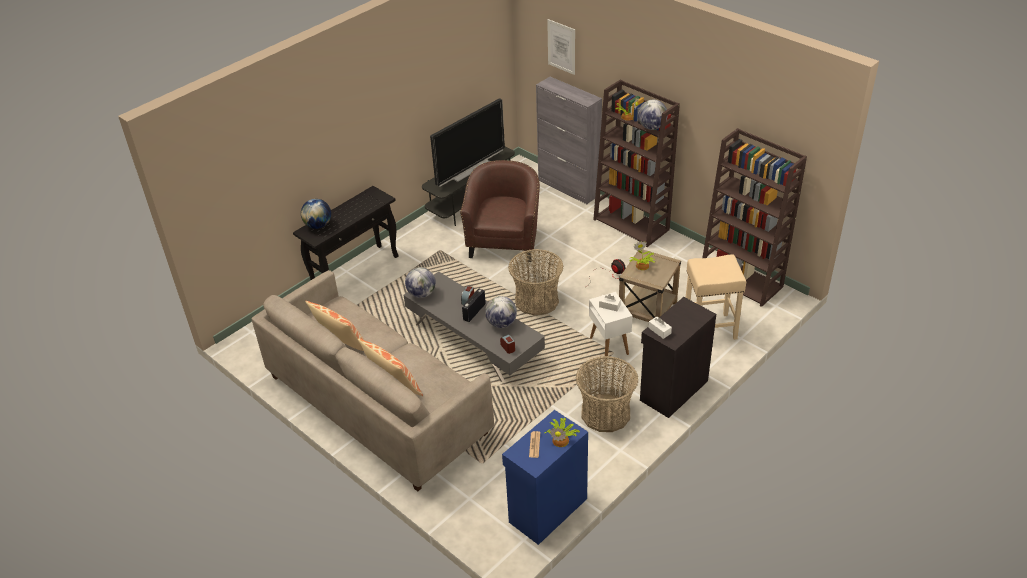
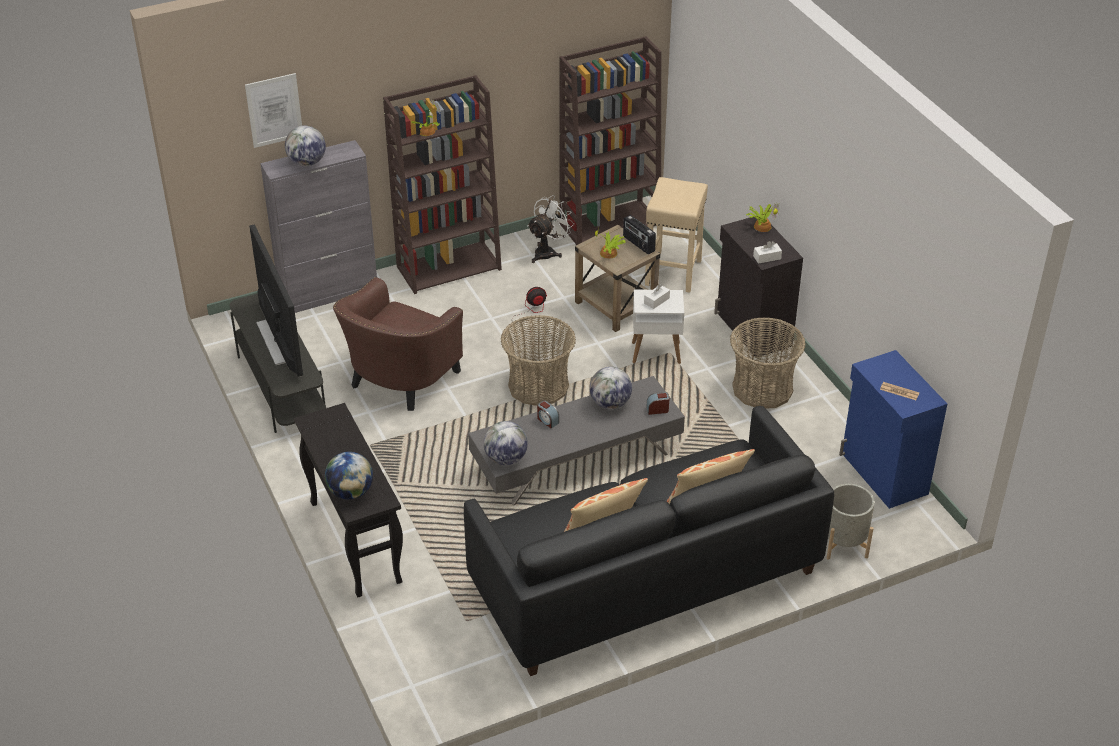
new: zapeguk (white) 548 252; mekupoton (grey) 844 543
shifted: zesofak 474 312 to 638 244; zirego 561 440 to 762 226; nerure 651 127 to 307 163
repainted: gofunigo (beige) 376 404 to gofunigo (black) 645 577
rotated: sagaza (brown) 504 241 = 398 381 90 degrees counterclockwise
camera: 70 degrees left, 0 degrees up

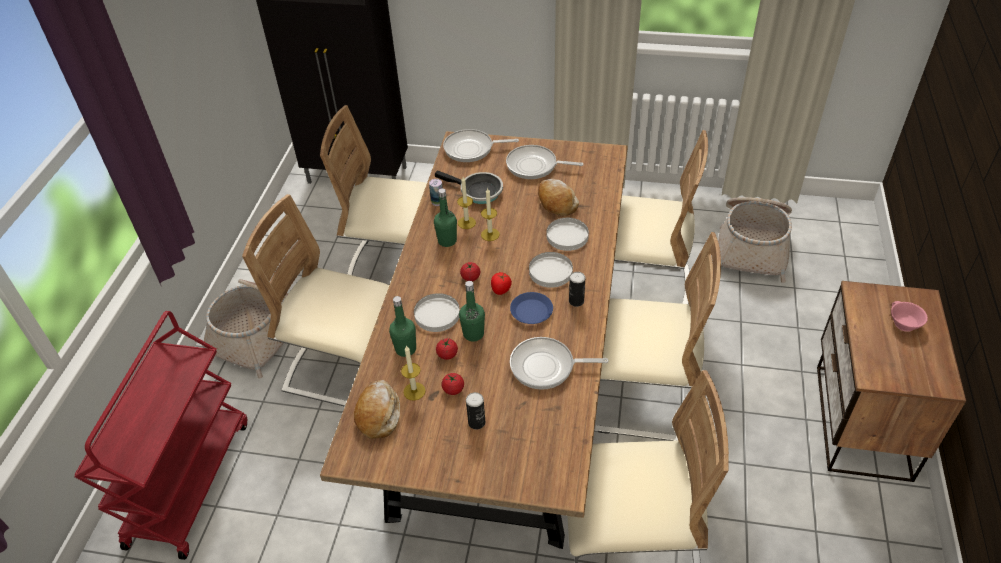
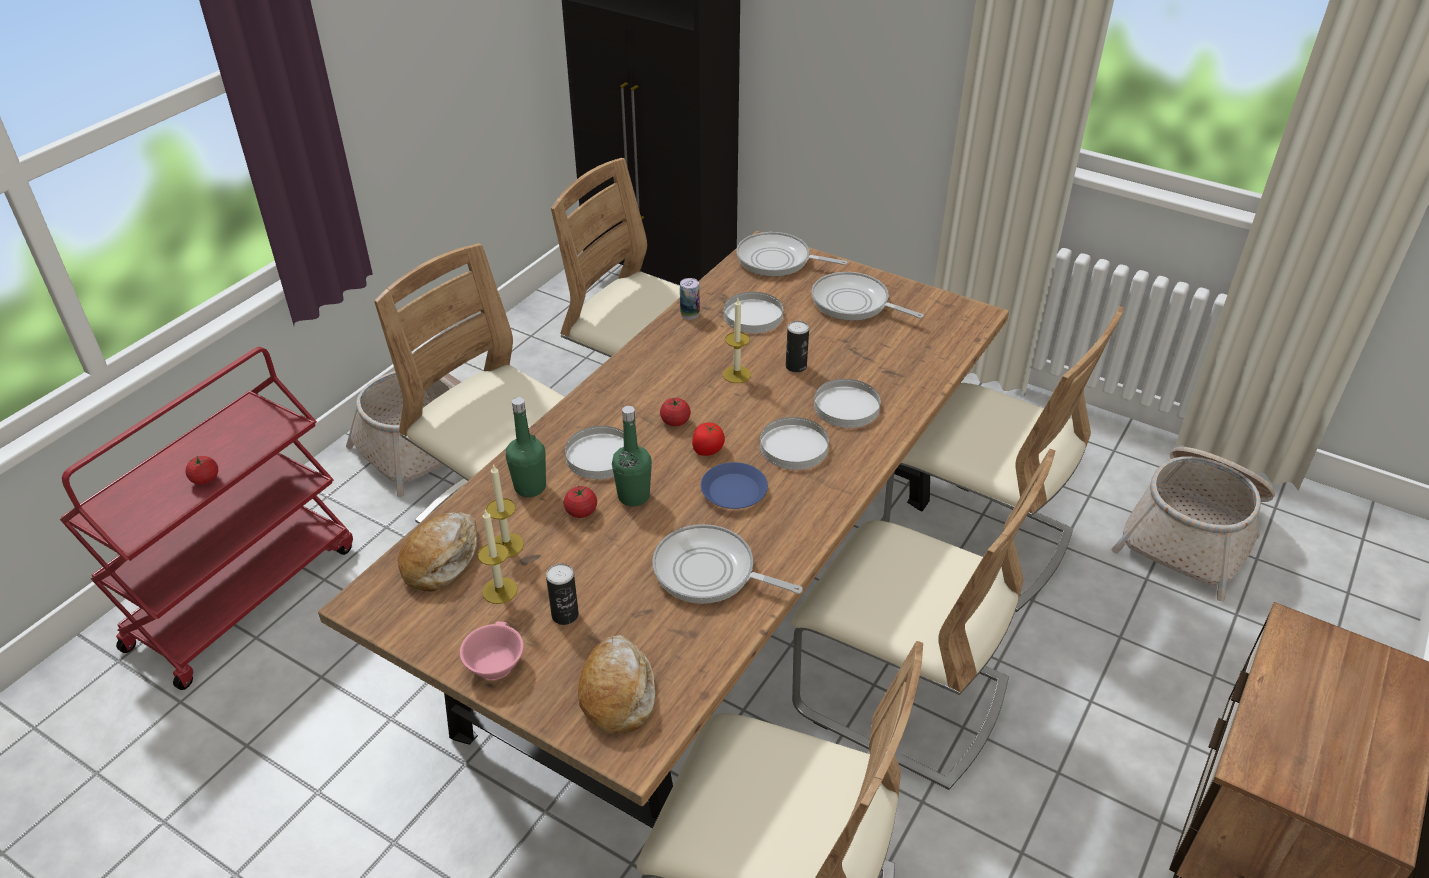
gone: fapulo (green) 447 241
shifted: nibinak 453 389 to 205 479; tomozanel 466 223 to 500 590; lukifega 556 202 to 617 693; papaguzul 576 301 to 796 366; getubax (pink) 902 323 to 493 663
swapped: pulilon 478 192 to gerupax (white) 753 316
camera: 20 degrees right, 5 degrees down

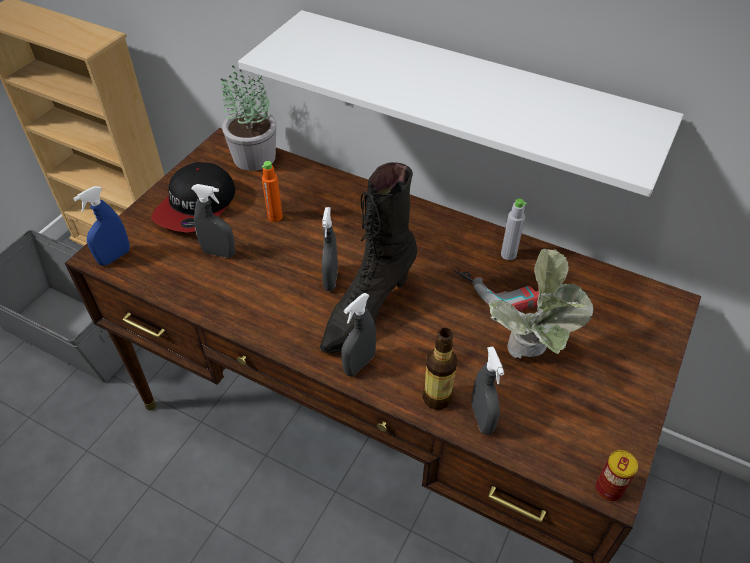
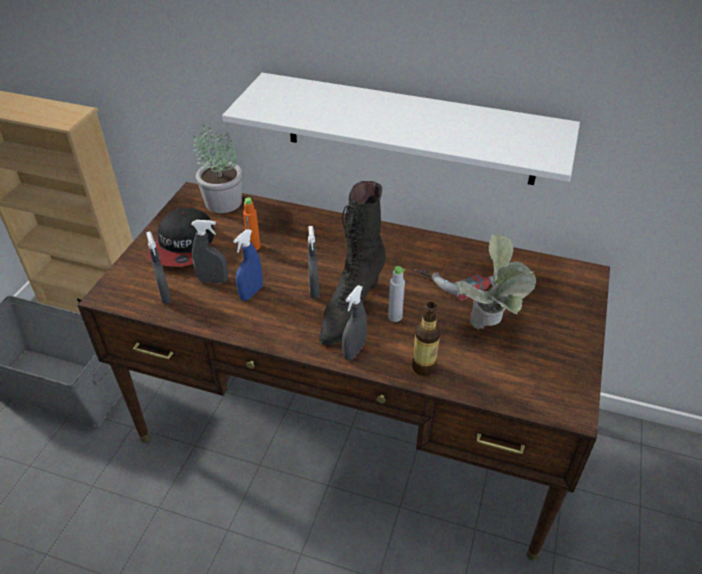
gone: papaguzul 608 489
shifted: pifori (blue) 114 257 to 251 293; pifori (grey) 482 418 to 165 295; fapulo (grey) 508 254 to 395 316
camera: 10 degrees left, 5 degrees down

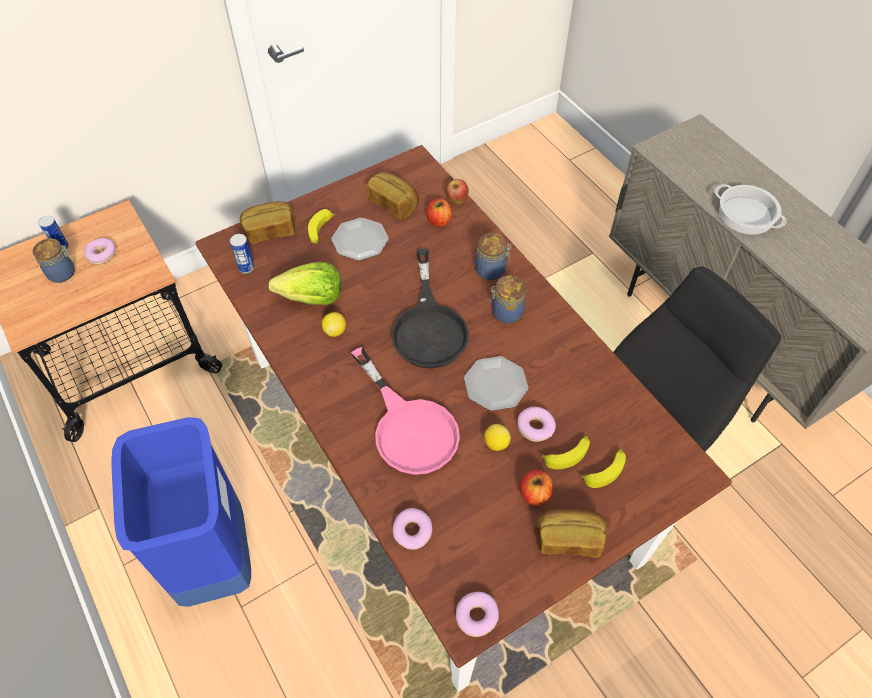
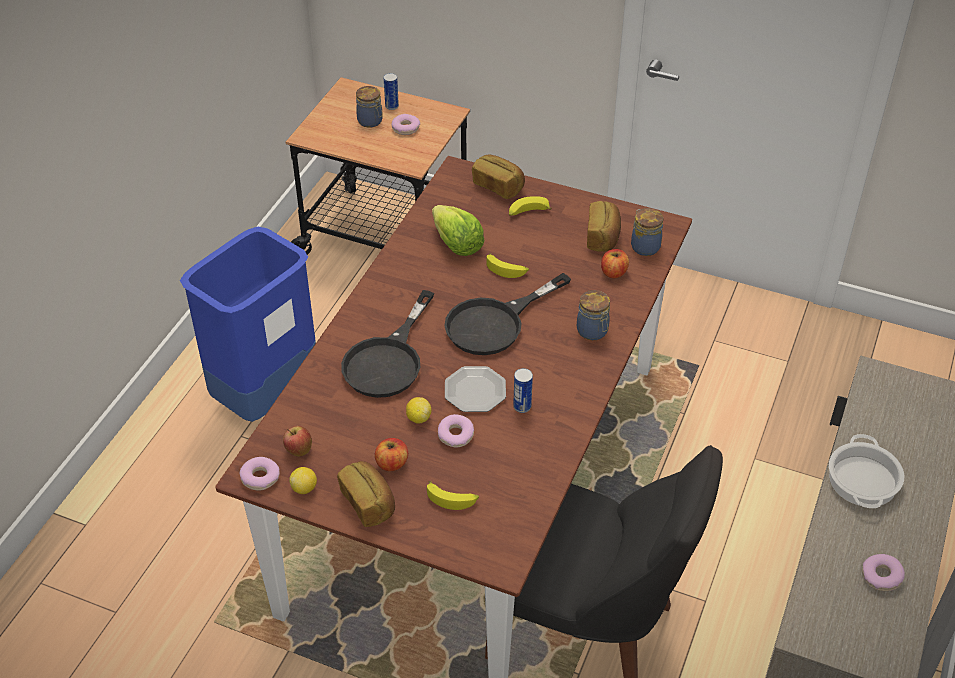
gone: gerupax 360 241
shifted: papaguzul 246 268 to 522 406; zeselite 335 331 to 304 488; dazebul 412 531 to 881 576; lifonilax 456 200 to 298 450; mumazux 505 312 to 644 246; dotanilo 567 454 to 506 269
repainted: pulilon (pink) 408 427 to pulilon (black) 388 360
camera: 55 degrees right, 10 degrees down

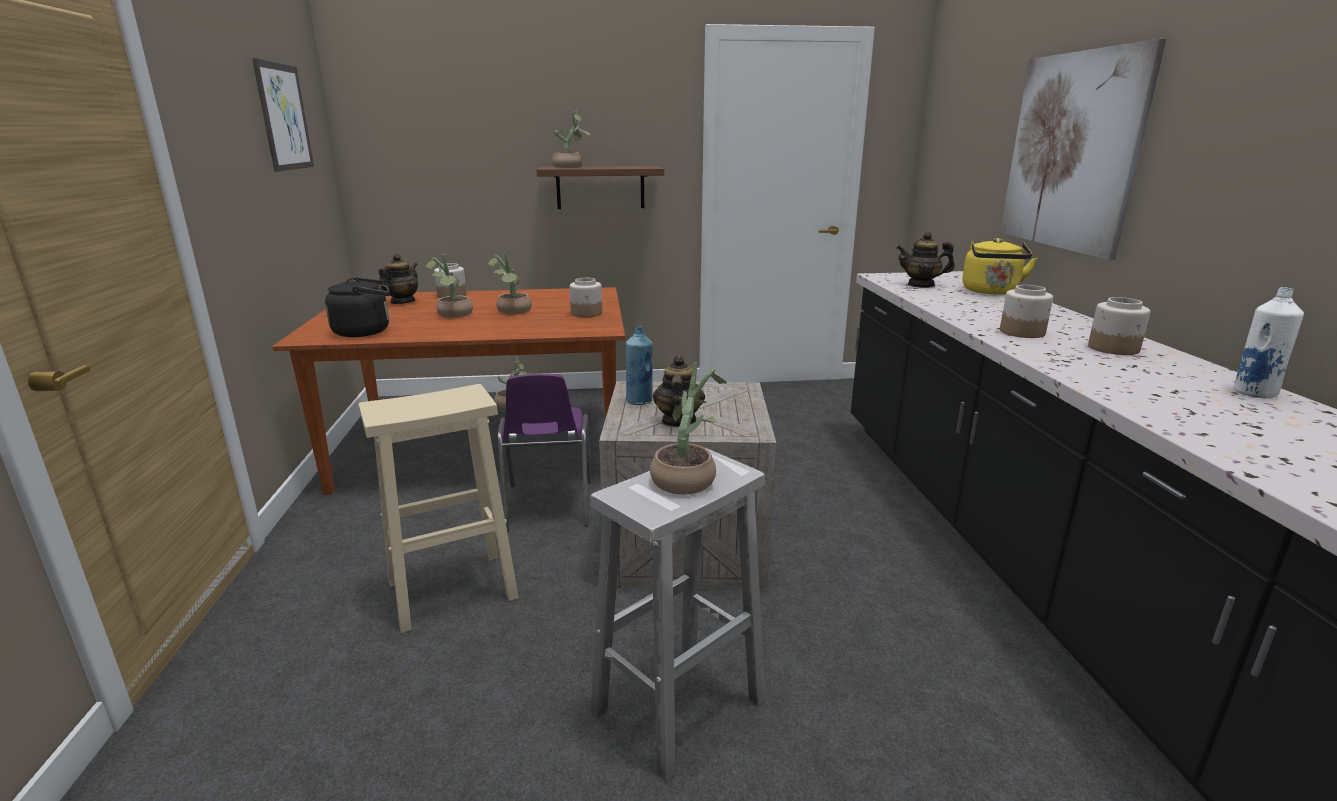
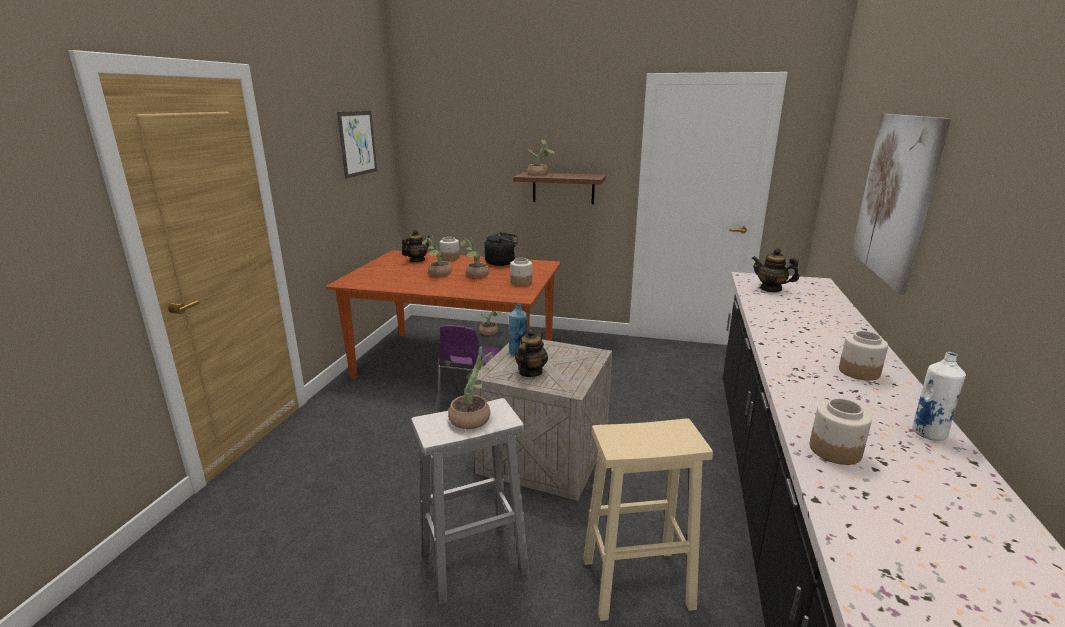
gone: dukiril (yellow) 991 292
shifted: dukiril (black) 366 331 to 502 262; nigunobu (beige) 455 589 to 638 582; mumazux 1022 332 to 835 451
camera: 20 degrees right, 0 degrees up

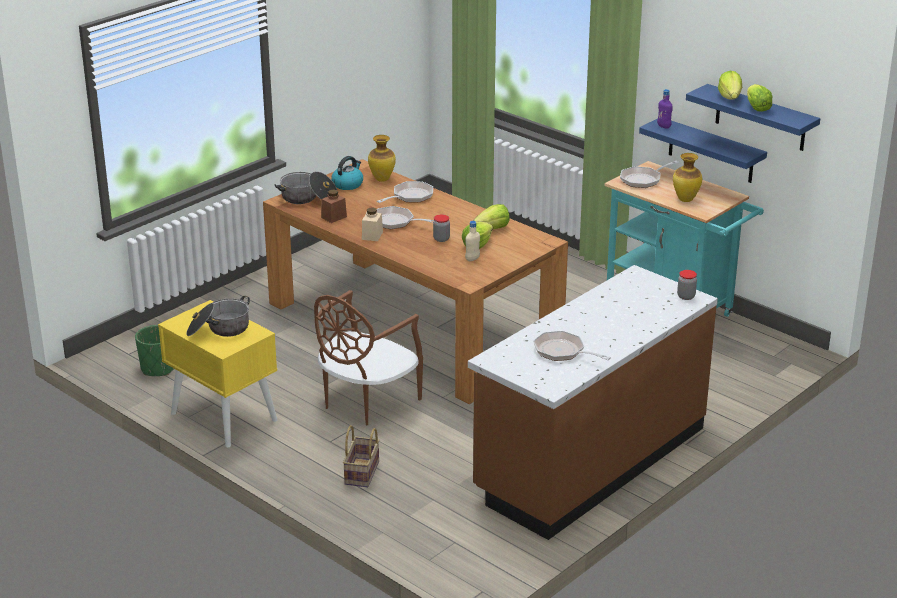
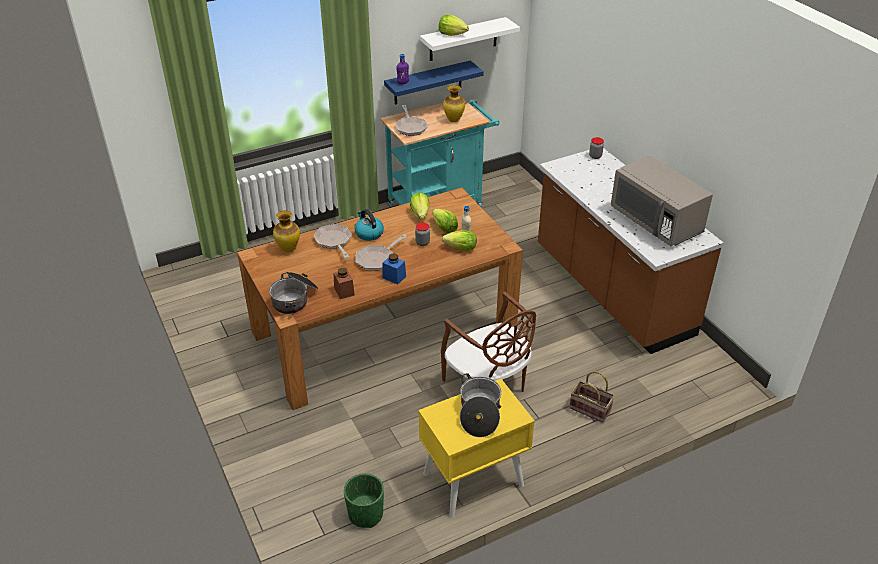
shifted: dukiril 348 184 to 369 233; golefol 757 108 to 461 248
swapped: pulilon 563 352 to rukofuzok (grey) 656 222
repainted: mumazux (beige) 372 235 to mumazux (blue) 394 277; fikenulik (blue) 760 118 to fikenulik (white) 463 39
camera: 70 degrees left, 10 degrees up

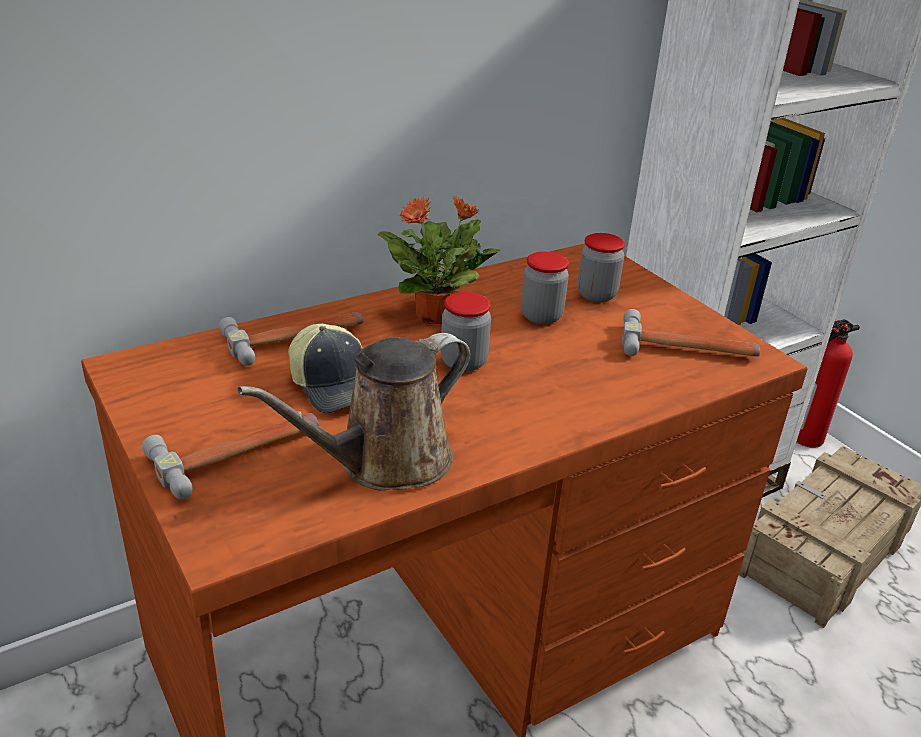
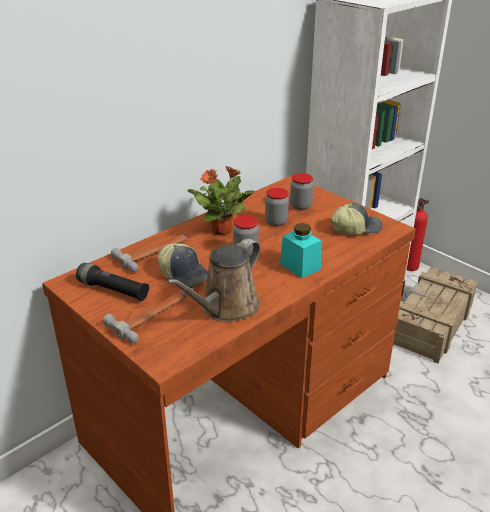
new: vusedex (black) 113 290; mumazux (turquoise) 300 266
swapped: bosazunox 688 349 to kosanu 355 228
camera: 10 degrees left, 0 degrees up

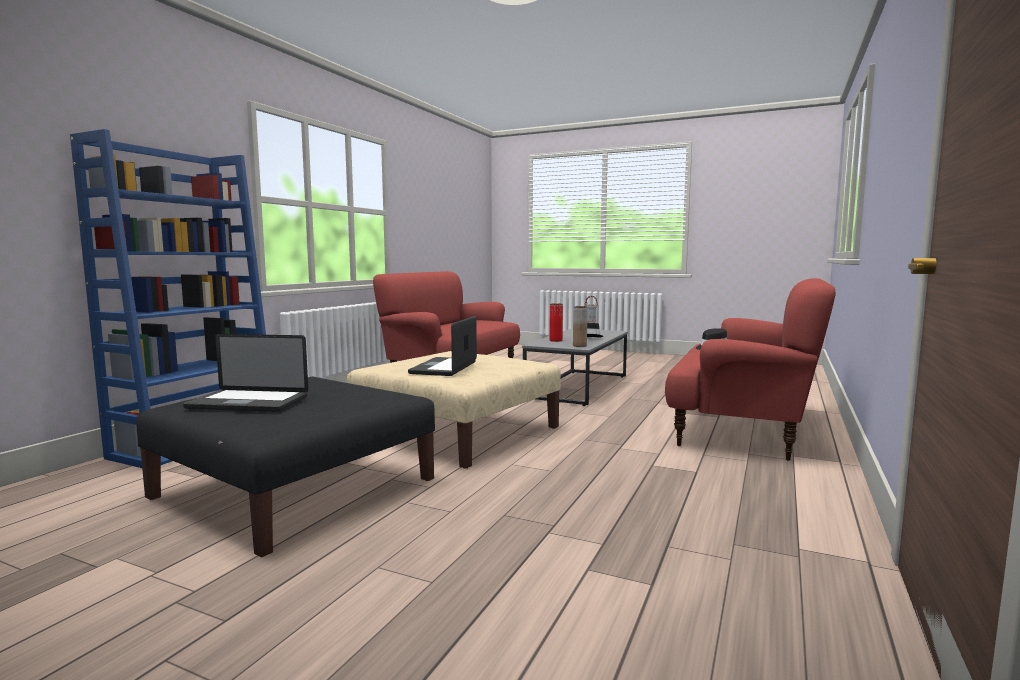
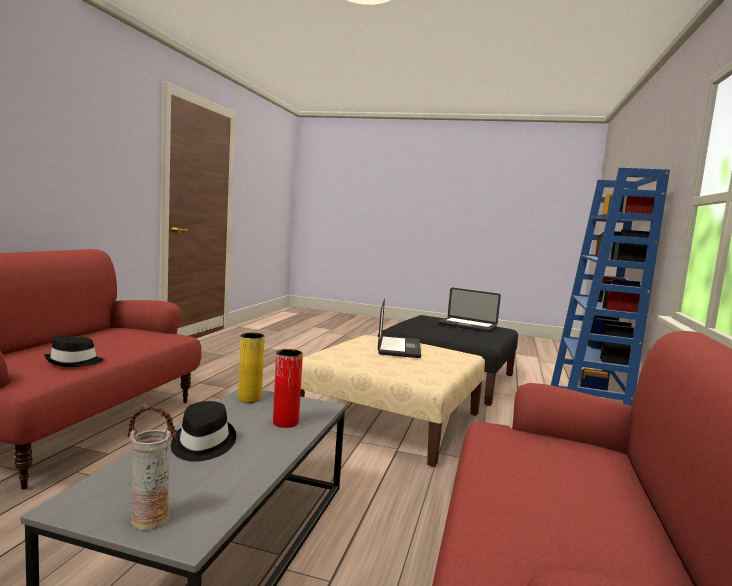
repainted: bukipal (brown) 579 345 to bukipal (yellow) 249 398
rotated: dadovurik 248 403 = 467 325 150 degrees counterclockwise
camera: 170 degrees right, 0 degrees up

